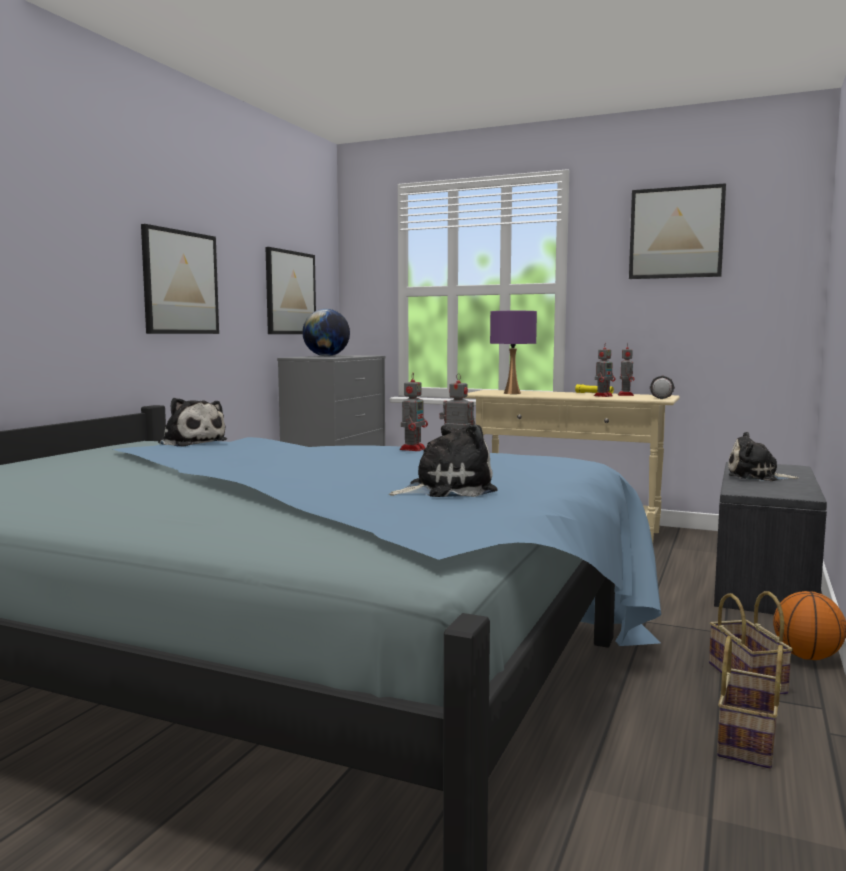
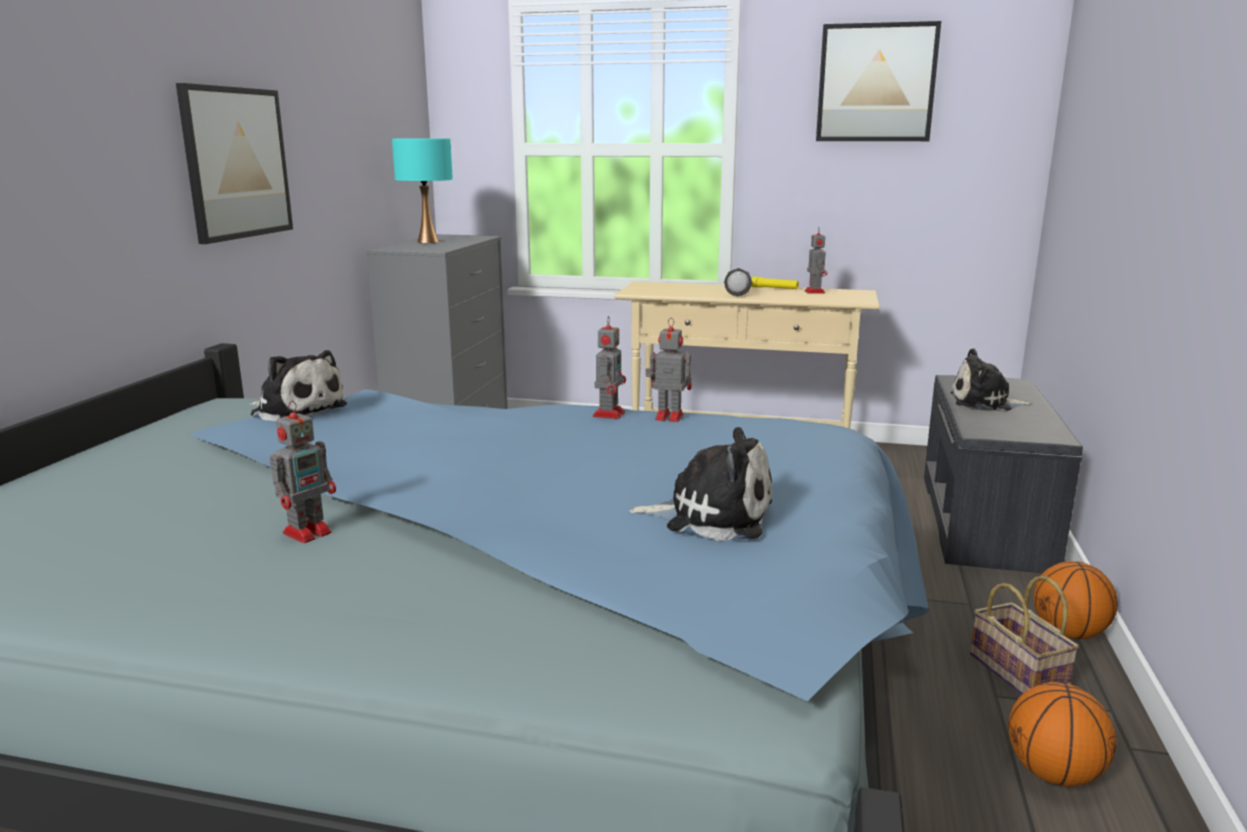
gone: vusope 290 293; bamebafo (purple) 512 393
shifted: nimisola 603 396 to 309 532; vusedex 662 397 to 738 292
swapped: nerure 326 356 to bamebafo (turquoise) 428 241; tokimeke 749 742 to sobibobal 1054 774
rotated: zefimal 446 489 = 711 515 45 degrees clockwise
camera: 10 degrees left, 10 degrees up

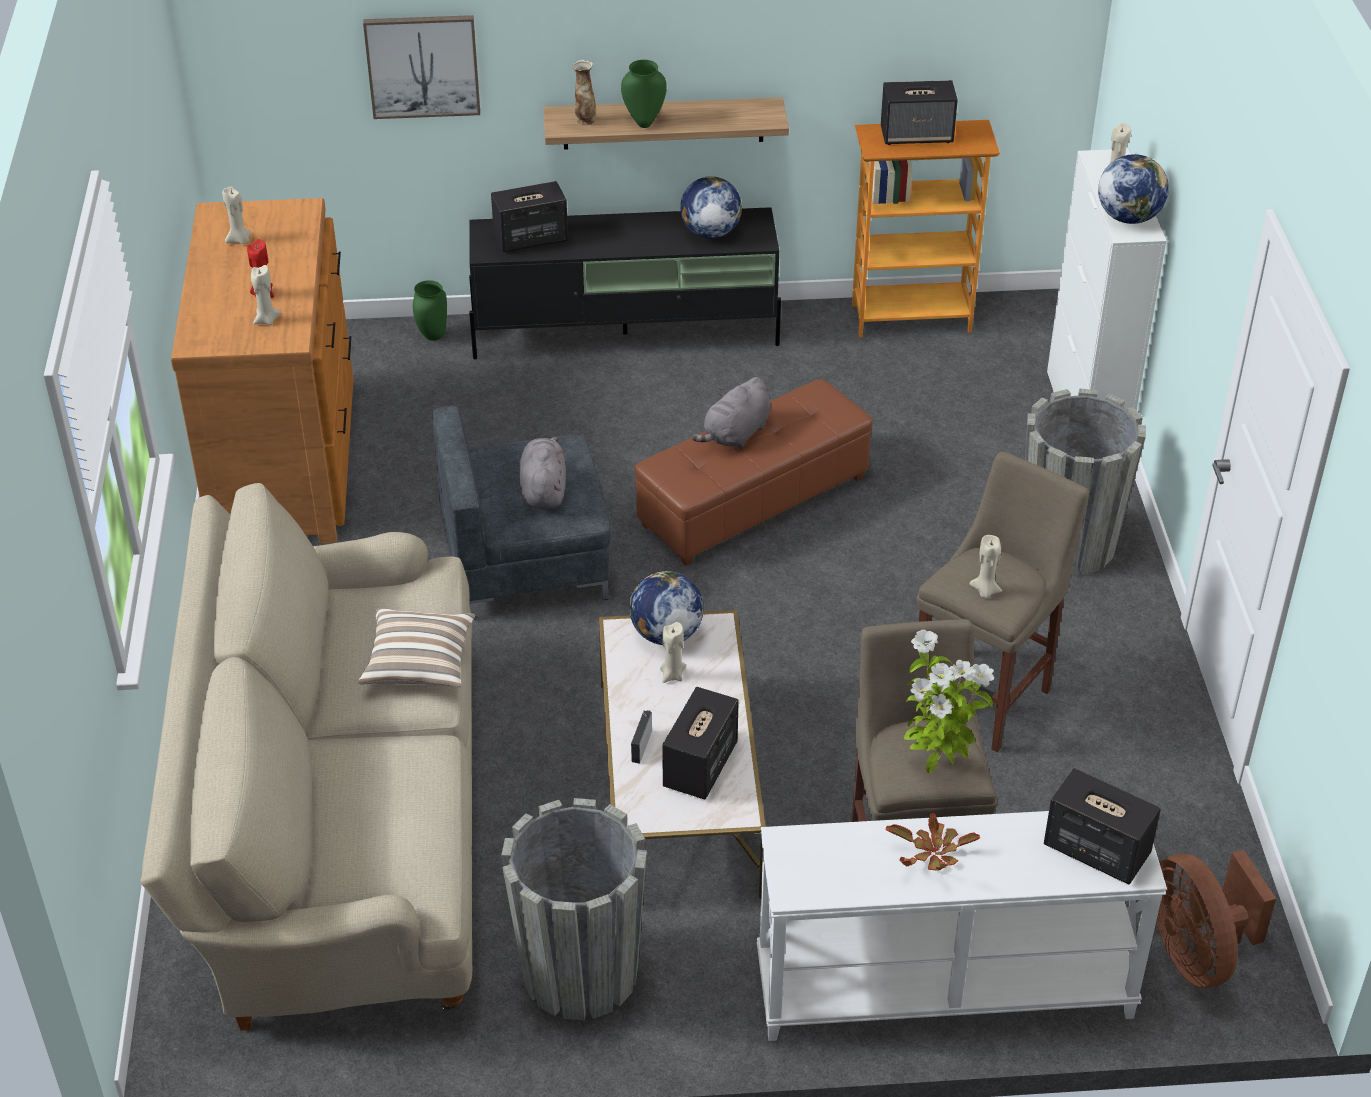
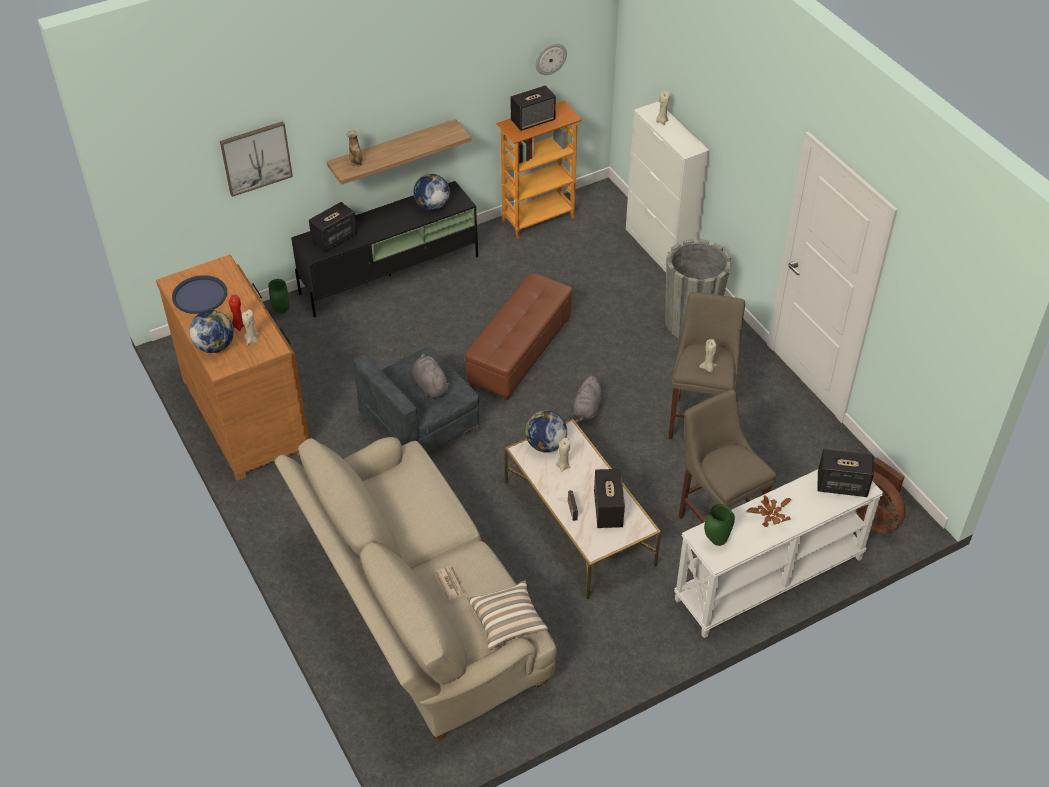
gone: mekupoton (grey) 580 973; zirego 936 764
new: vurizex 451 583; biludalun 550 58
shifted: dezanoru 419 663 to 507 621; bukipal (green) 644 123 to 716 541; zefimal (grey) 735 434 to 587 410; nerure 1128 217 to 215 346
swapped: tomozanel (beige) 239 240 to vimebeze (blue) 200 295
camera: 25 degrees left, 5 degrees up

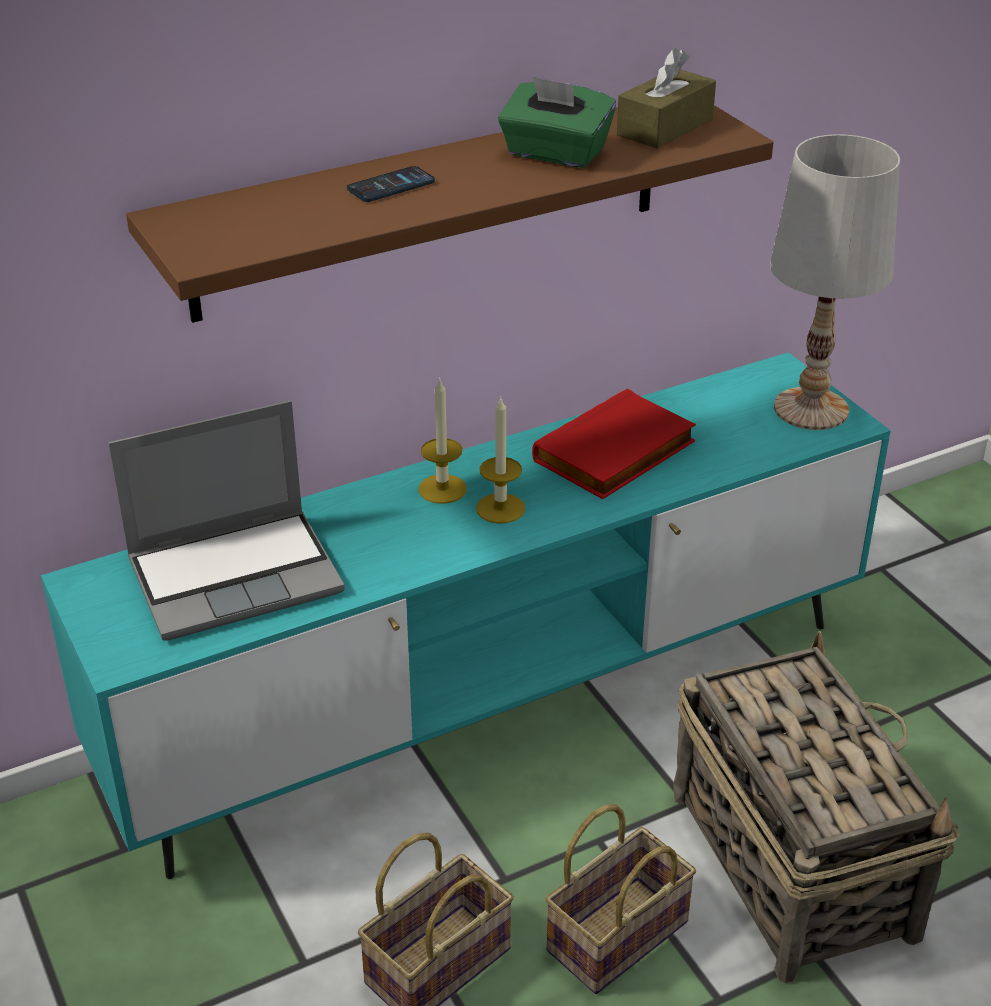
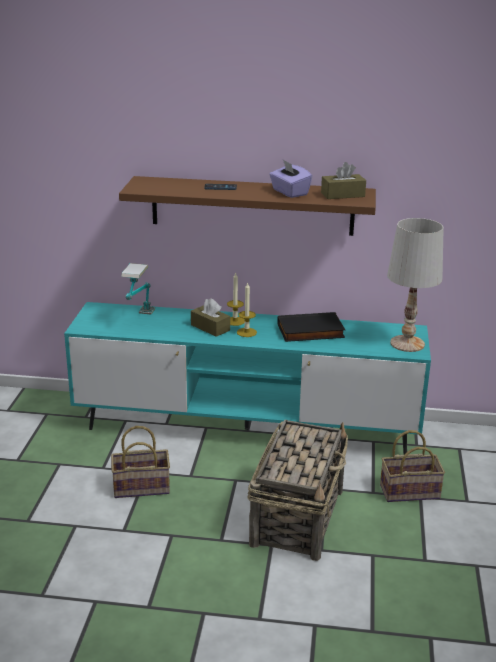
new: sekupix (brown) 210 327
shifted: tokimeke 618 932 to 410 491
swapped: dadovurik 237 575 to bamebafo 140 320
repainted: sekupix (green) 555 154 to sekupix (purple) 289 192; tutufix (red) 616 453 to tutufix (black) 310 331
camera: 35 degrees right, 10 degrees down

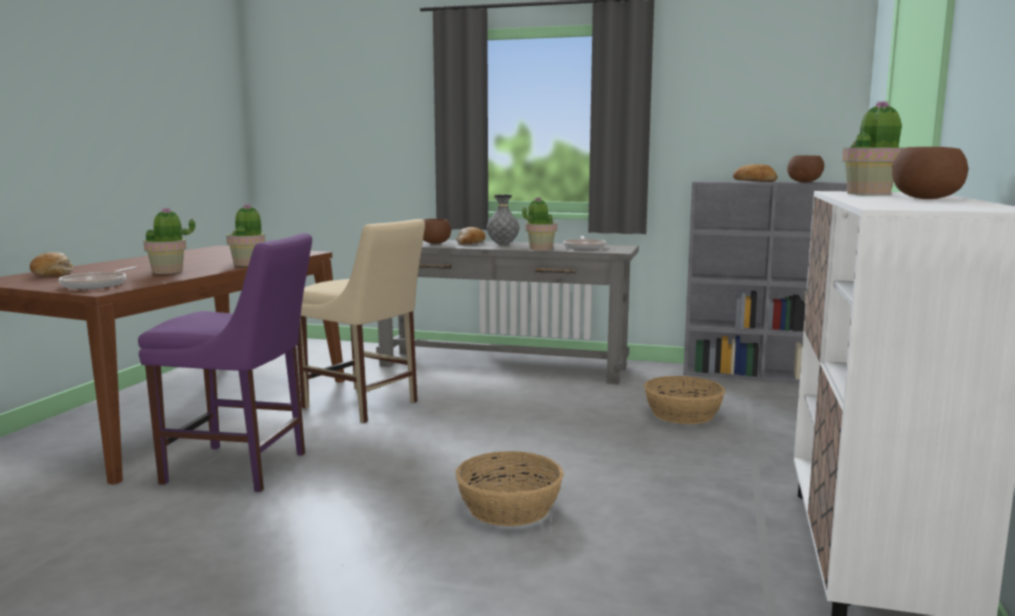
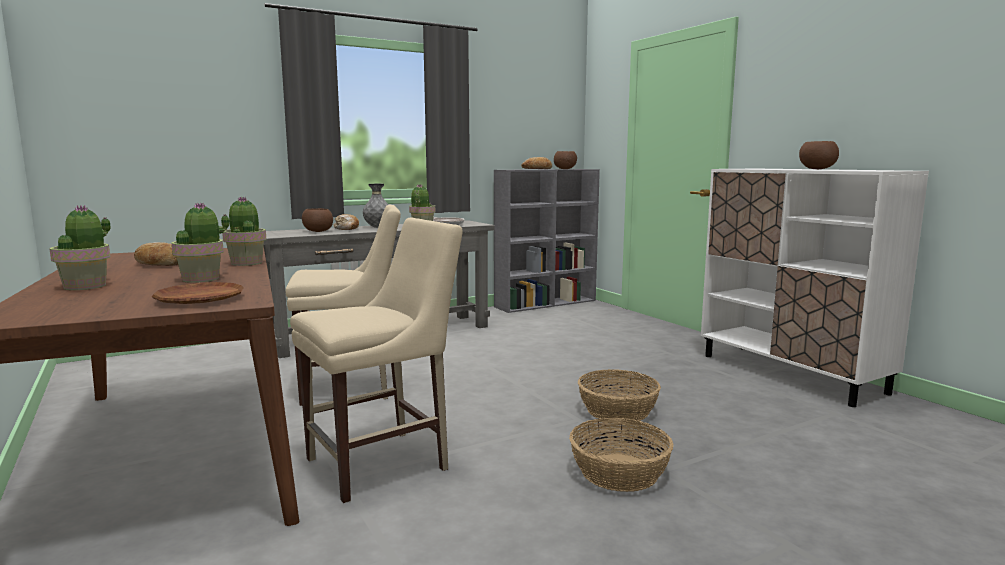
shifted: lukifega 53 274 to 158 264; tokimeke 682 414 to 618 472; zirego 869 193 to 86 286
swapped: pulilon 97 285 to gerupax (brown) 200 299
repainted: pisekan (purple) 242 468 to pisekan (beige) 384 462
camera: 45 degrees left, 0 degrees up

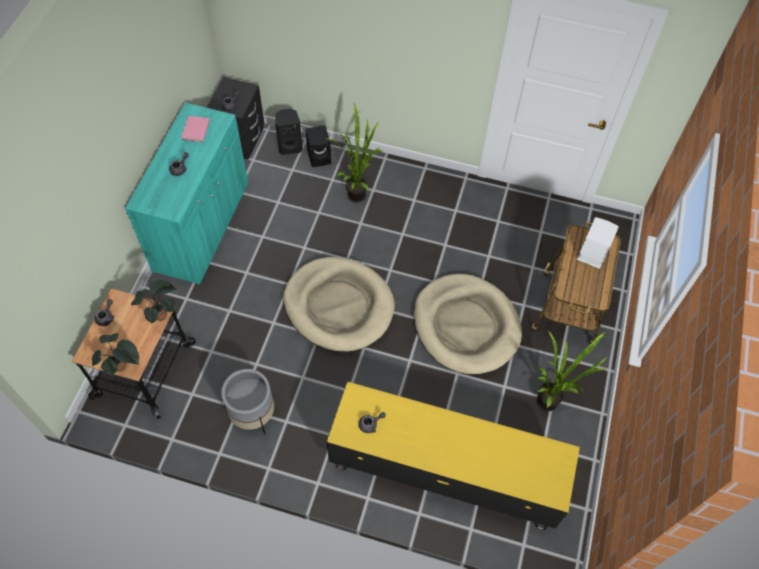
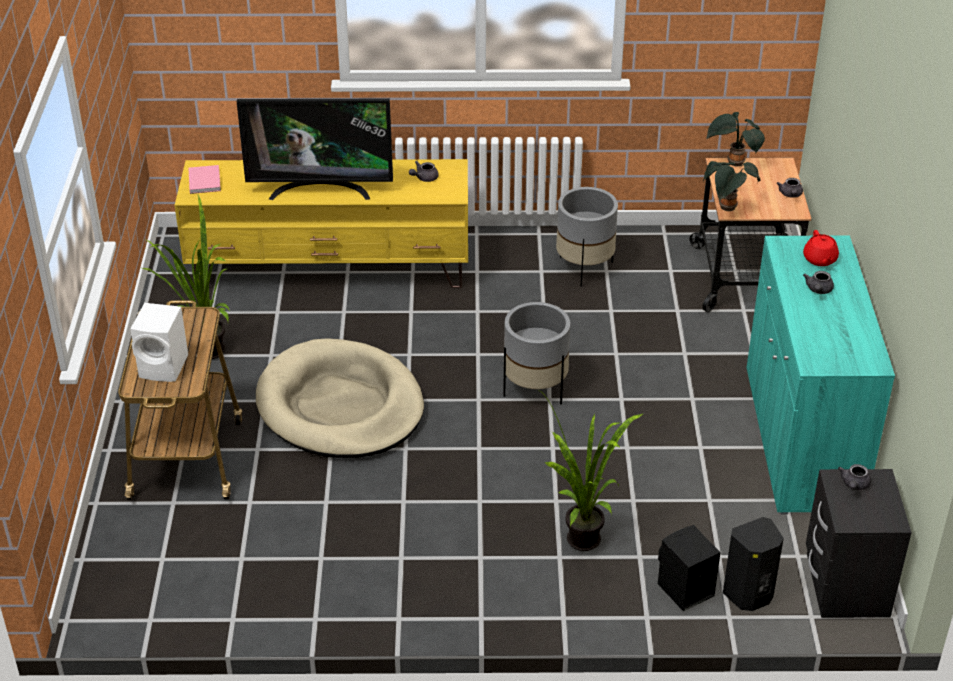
new: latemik 320 189; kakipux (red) 820 259
shifted: tutufix (pink) 195 130 to 205 180
swapped: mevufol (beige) 339 306 to mekupoton (grey) 535 389
camera: 165 degrees right, 20 degrees down

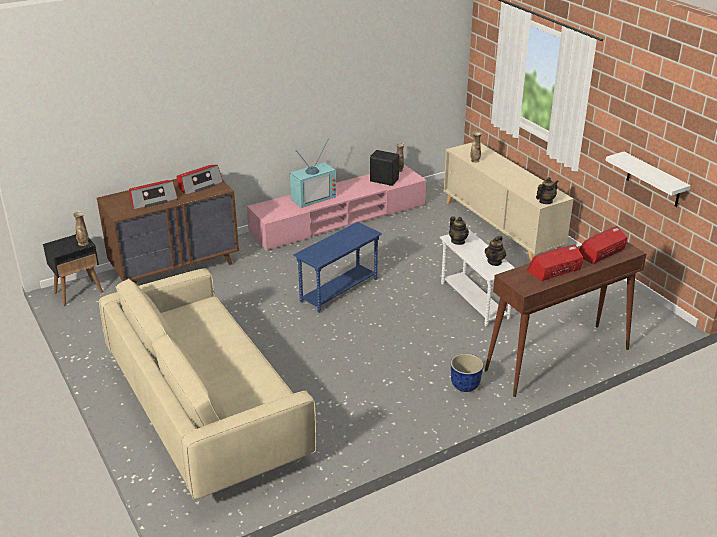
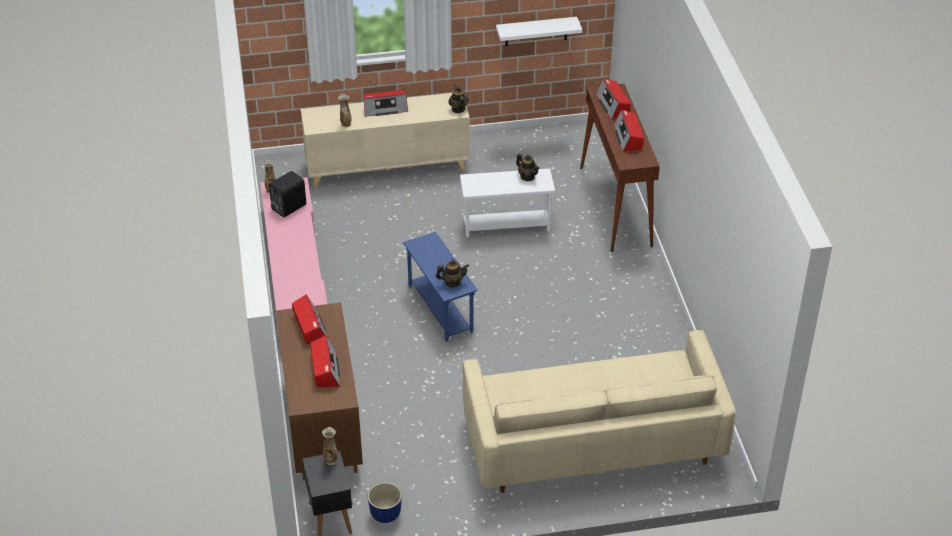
gone: latemik 312 197
new: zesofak 385 108
shifted: kakipux 458 241 to 452 282; mekupoton 464 386 to 385 515
camera: 70 degrees left, 10 degrees up

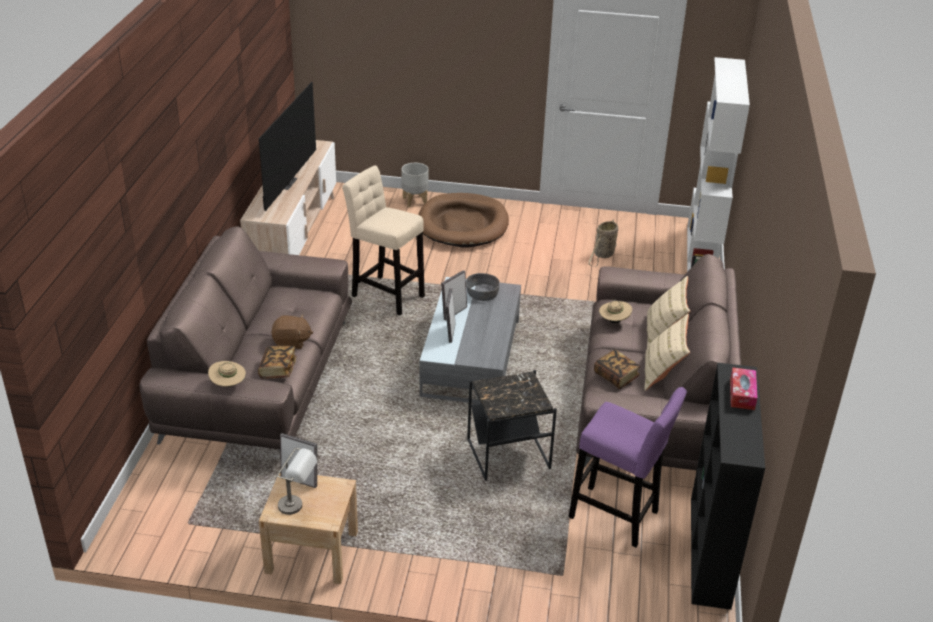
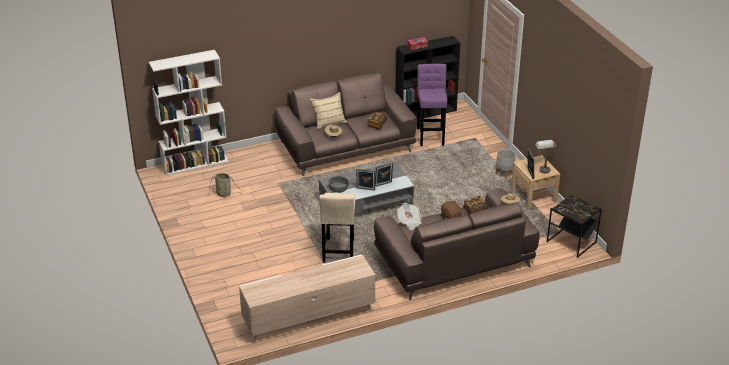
gone: latemik 285 182; mevufol (brown) 463 224; dezanoru (beige) 662 373
new: vurizex 409 222
shifted: mekupoton (grey) 414 201 to 504 174; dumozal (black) 509 454 to 571 242
camera: 120 degrees left, 0 degrees up

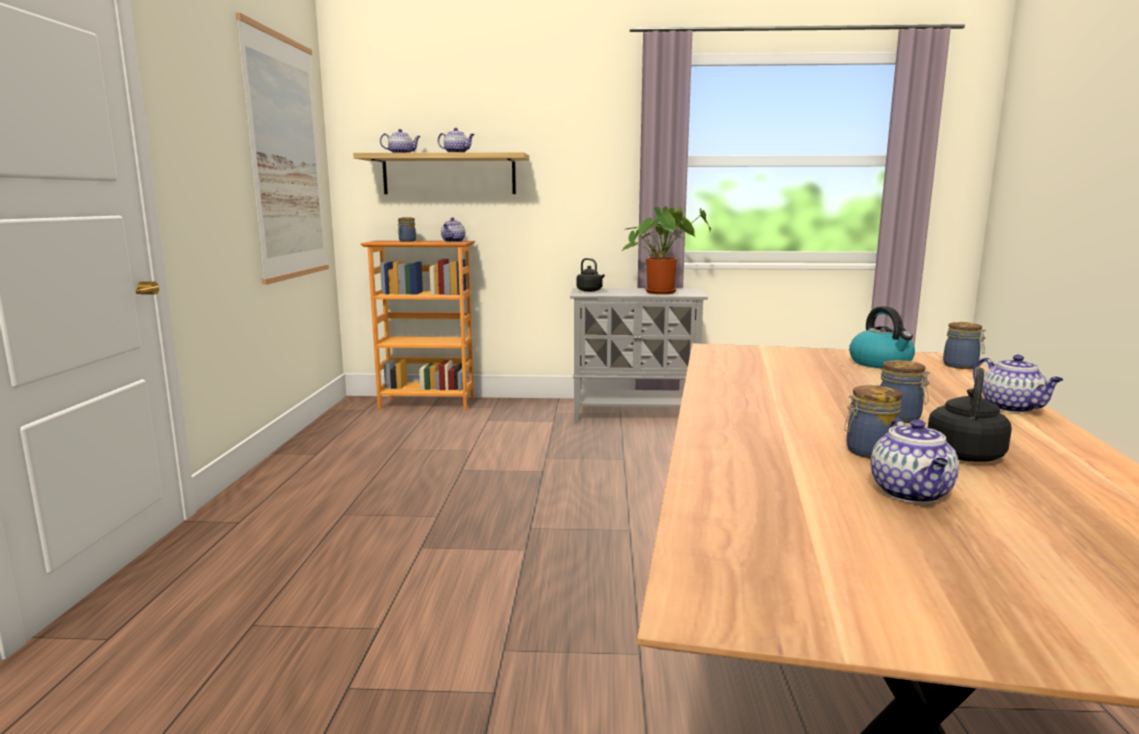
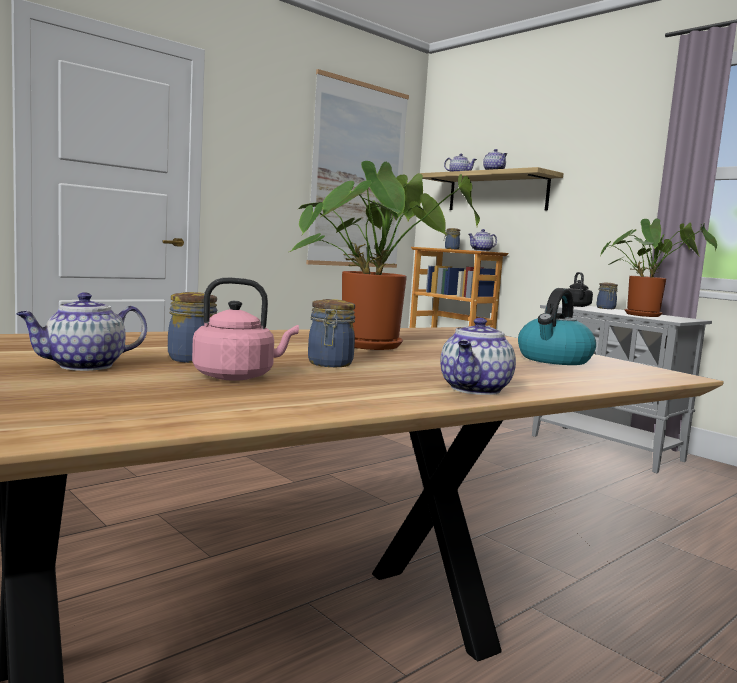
new: zirego 373 344
shifted: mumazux 961 366 to 606 308
repainted: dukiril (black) 965 454 to dukiril (pink) 238 376
camera: 45 degrees right, 5 degrees down

